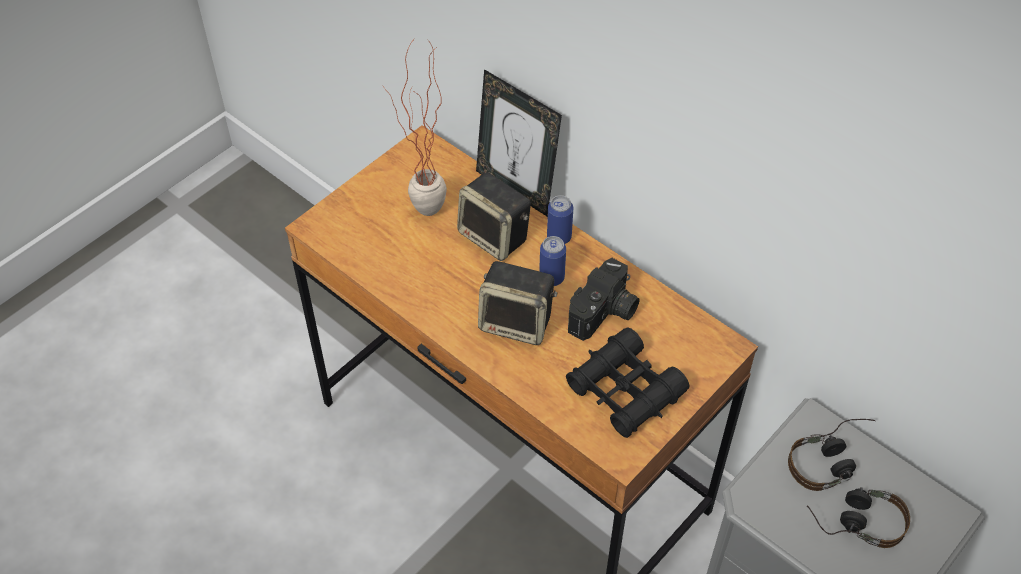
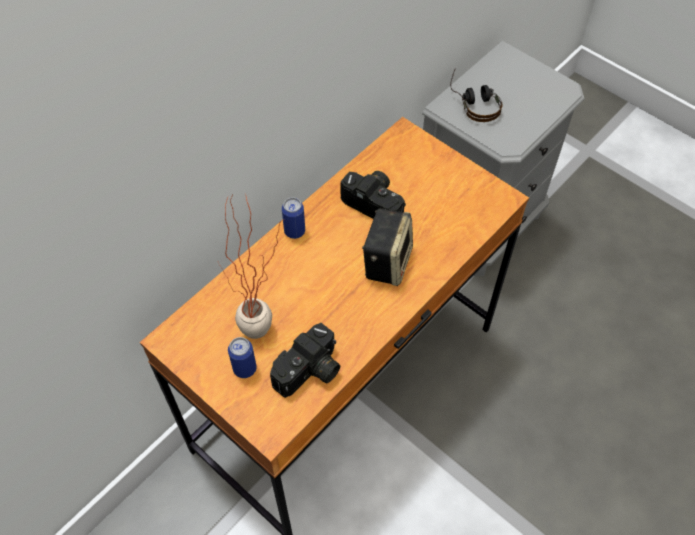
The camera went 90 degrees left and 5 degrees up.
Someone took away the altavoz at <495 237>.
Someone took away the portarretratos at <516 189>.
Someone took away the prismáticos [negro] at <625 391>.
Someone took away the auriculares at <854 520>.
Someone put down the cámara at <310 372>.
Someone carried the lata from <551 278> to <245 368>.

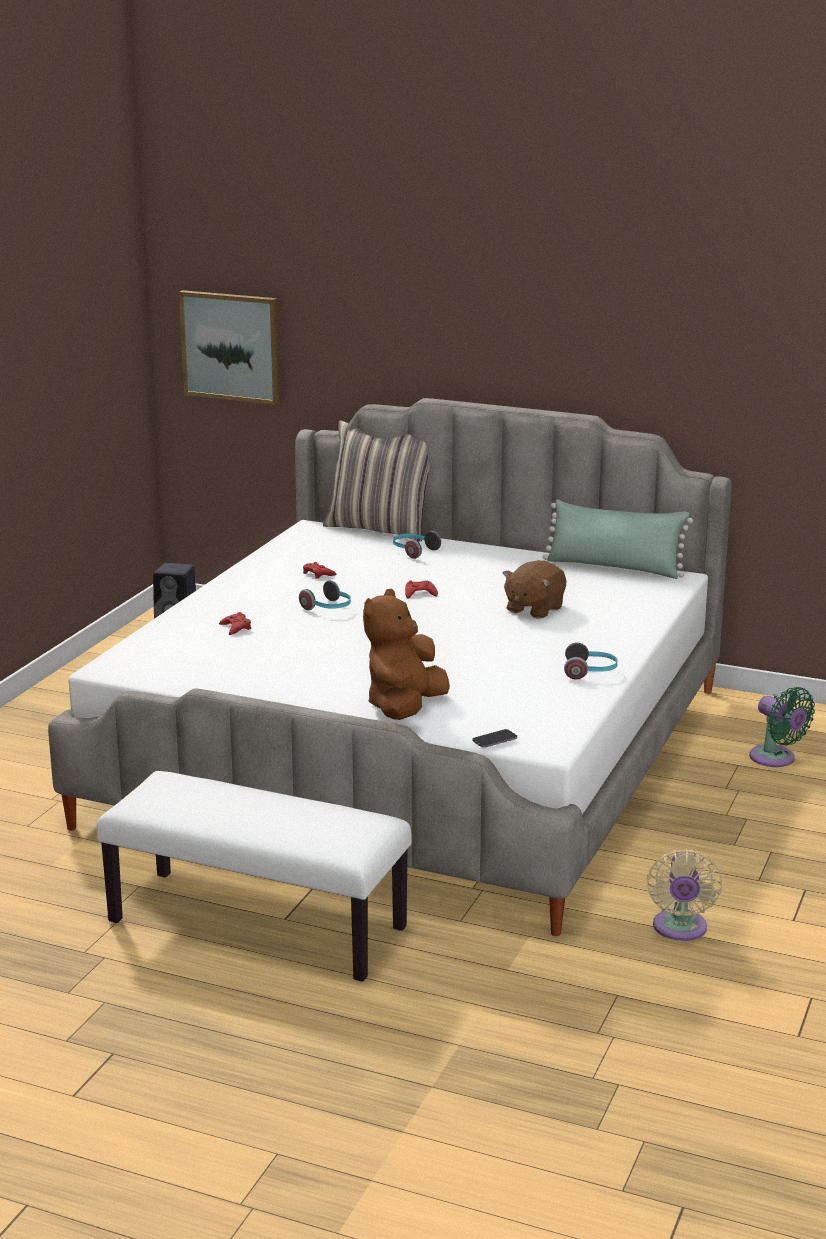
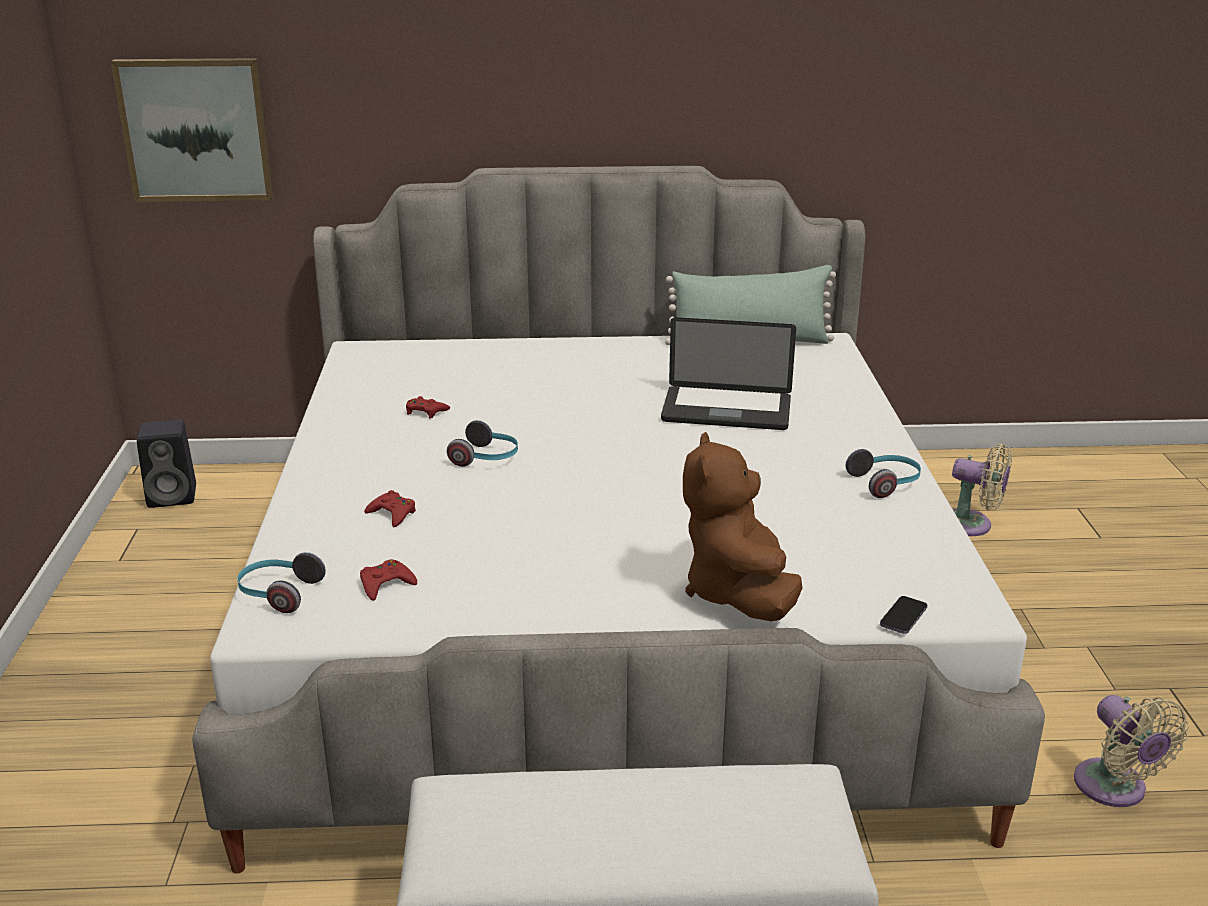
The camera went 25 degrees left and 5 degrees up.
Someone took away the cojín at <380 529>.
Someone carried the auriculares from <413 551> to <278 594>.
Someone carried the mando de consola [rojo] from <419 593> to <386 584>.
Someone swapped the peluche [marrón] at <533 609> for the portátil at <726 410>.
Someone repainted the ventilador [verde] at <776 759>, which became the ventilador [beis] at <971 525>.

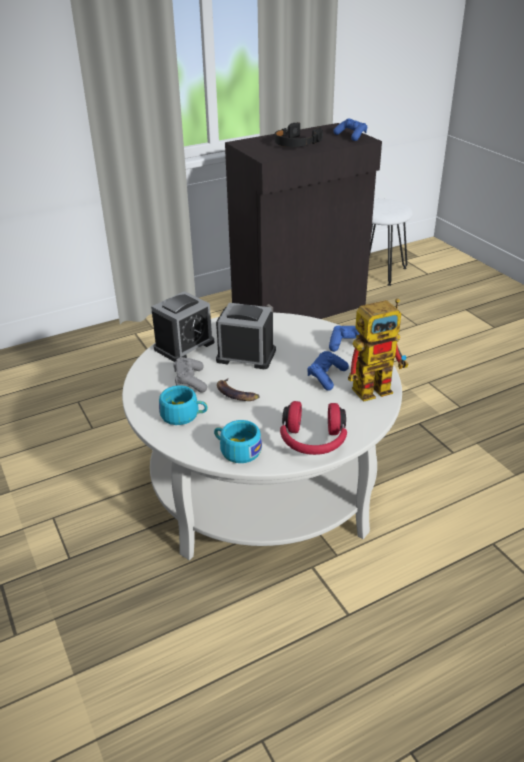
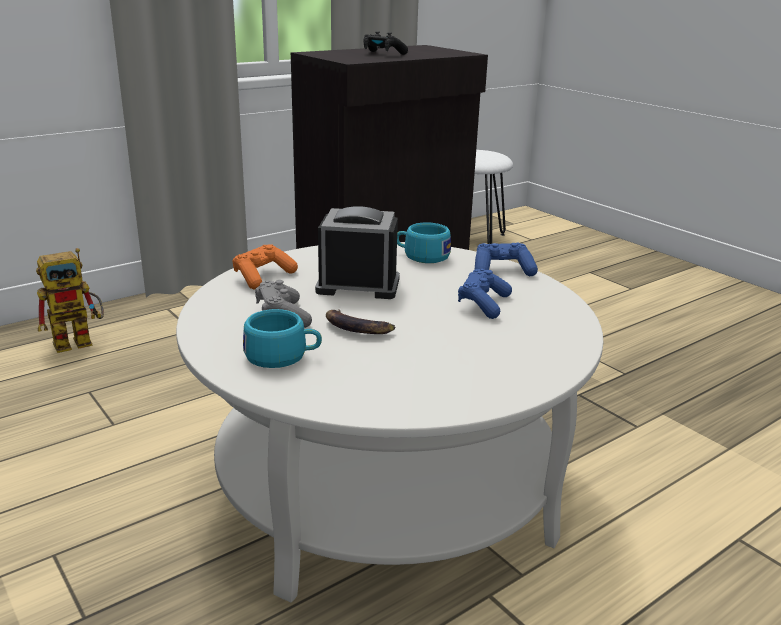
The camera went 10 degrees left and 10 degrees down.
Someone took away the auriculares [rojo] at <313 442>.
Someone took away the mando de consola [azul] at <351 136>.
Someone carried the taza [turquesa] from <236 450> to <421 256>.
Someone carried the robot de juguete from <377 386> to <81 340>.
Someone swapped the despertador at <184 345> for the mando de consola [naranja] at <263 277>.
Someone swapped the auriculares [negro] at <296 143> for the mando de consola [negro] at <382 54>.

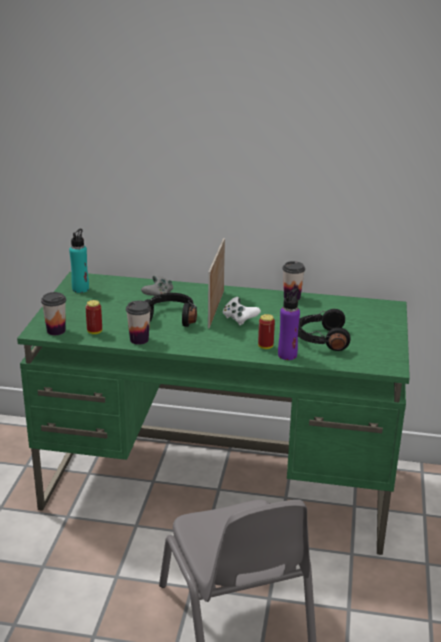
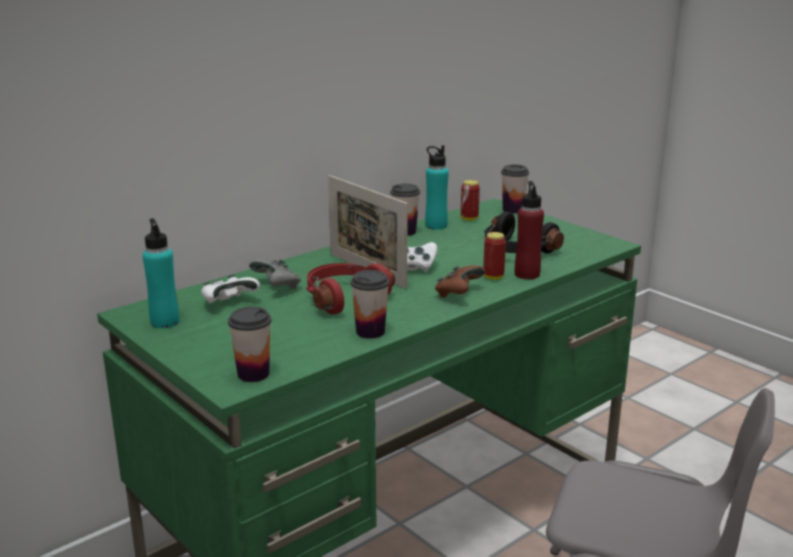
The camera went 50 degrees left and 5 degrees down.
Someone put down the mando de consola [blanco] at <229 303>.
Someone put down the botella [turquesa] at <436 225>.
Someone put down the mando de consola [marrón] at <458 294>.
Someone put down the taza at <513 210>.
Someone carried the lata from <94 332> to <469 219>.
Someone repainted the auriculares [negro] at <170 317>, which became the auriculares [rojo] at <343 297>.
Someone repainted the botella [morado] at <287 355>, which became the botella [rojo] at <527 274>.

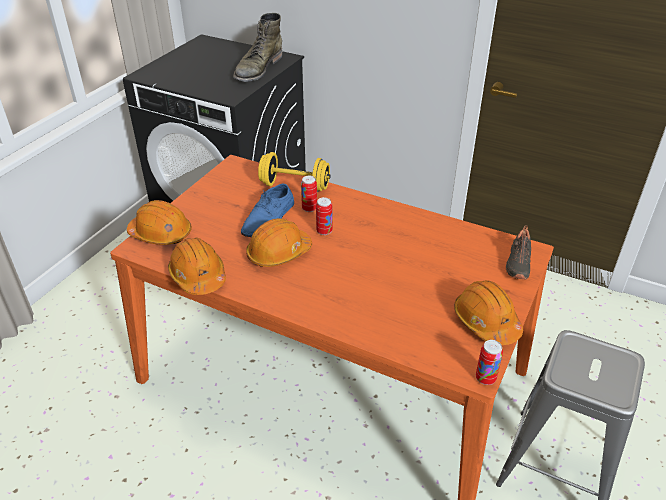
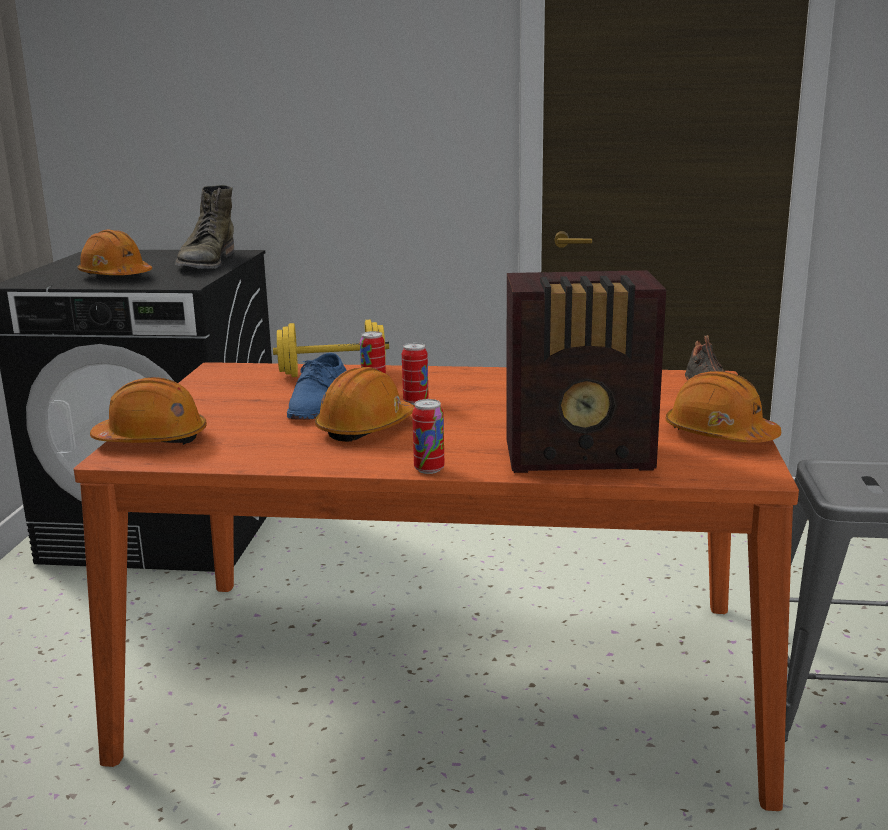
The camera went 20 degrees left and 20 degrees down.
Someone put down the radio at <582 456>.
Someone carried the casco [naranja] from <198 276> to <115 277>.
Someone carried the lata from <485 378> to <429 469>.

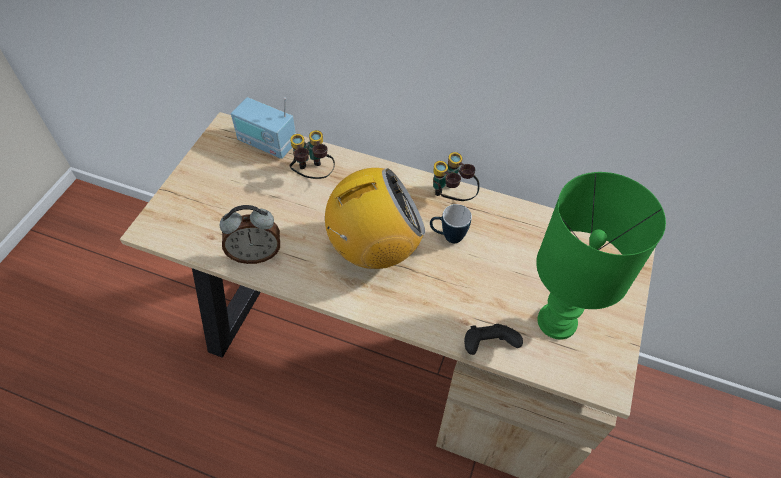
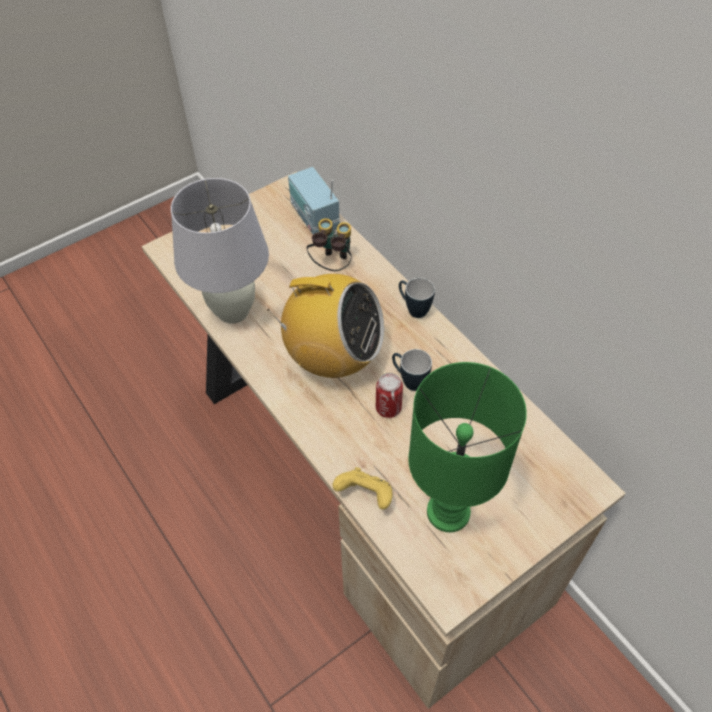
The camera went 35 degrees right and 0 degrees up.
Someone took away the prismáticos at <452 197>.
Someone put down the lata at <388 408>.
Someone put down the taza grande at <413 309>.
Someone swapped the despertador at <255 254> for the lámpara de mesa [blanco] at <233 311>.
Someone repainted the mando de consola [negro] at <487 346>, which became the mando de consola [amarillo] at <365 495>.

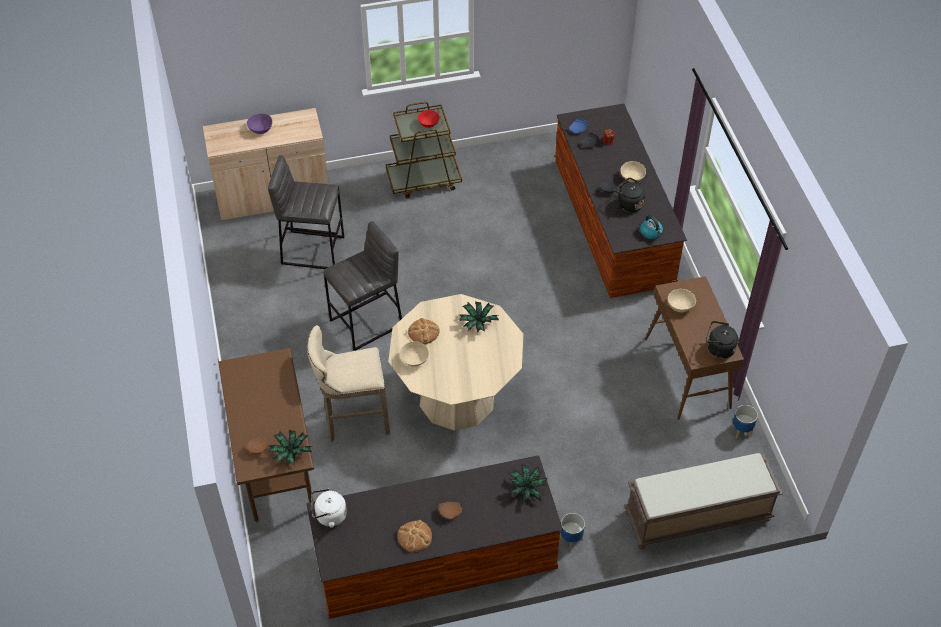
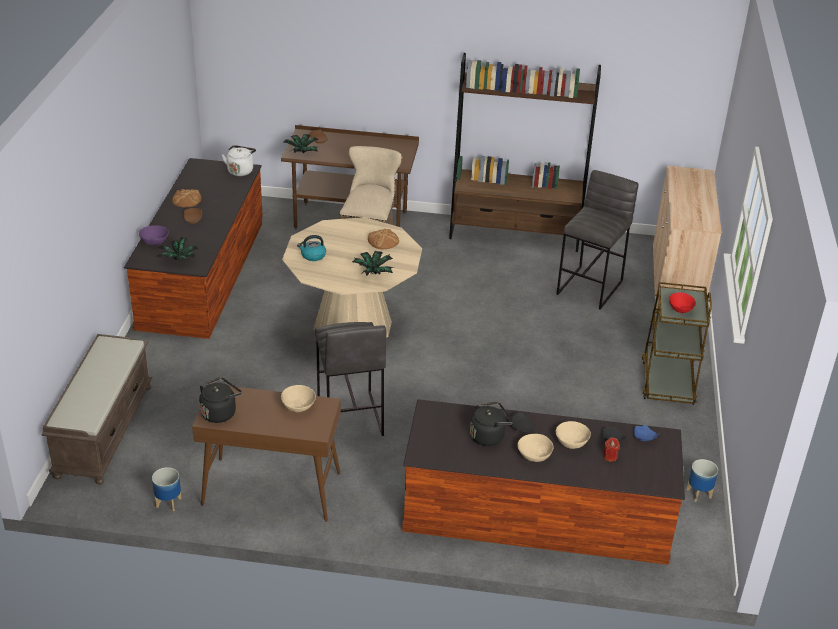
The camera went 110 degrees right and 15 degrees down.
Someone put down the estantería [marrón] at <515 234>.
Someone carried the cuenco [morado] from <260 129> to <154 241>.
Someone carried the taburete [gris] from <367 323> to <349 417>.
Someone carried the cuenco [beis] from <414 359> to <571 442>.
Someone carried the maceta from <571 538> to <699 494>.
Someone carried the hervidor from <651 232> to <313 256>.

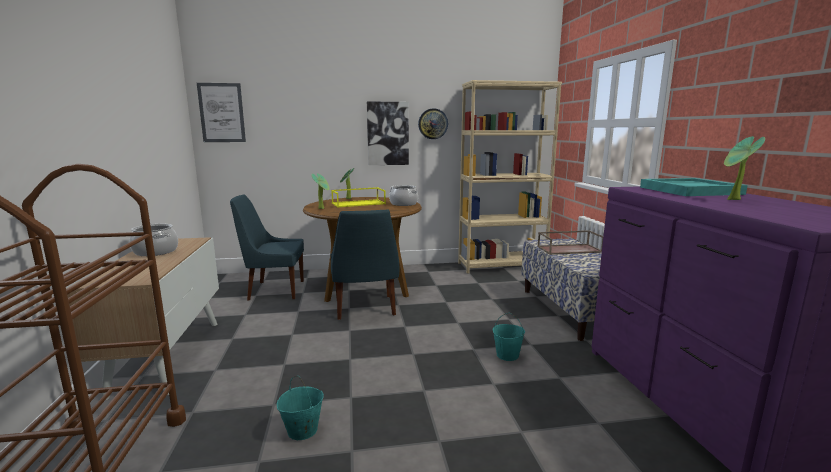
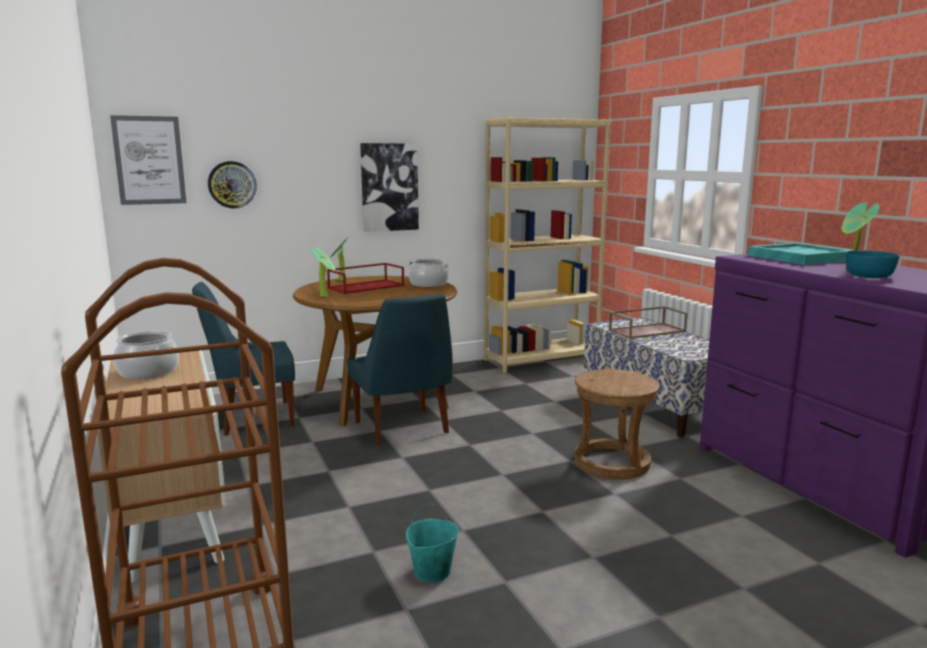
The camera went 15 degrees left and 0 degrees up.
Someone put down the cuenco [turquesa] at <869 276>.
Someone carried the reloj de pared from <433 124> to <232 184>.
Someone swapped the cubo [turquesa] at <507 355> for the taburete [marrón] at <612 462>.
Someone repainted the bandeja [amarillo] at <359 203>, which became the bandeja [rojo] at <366 286>.

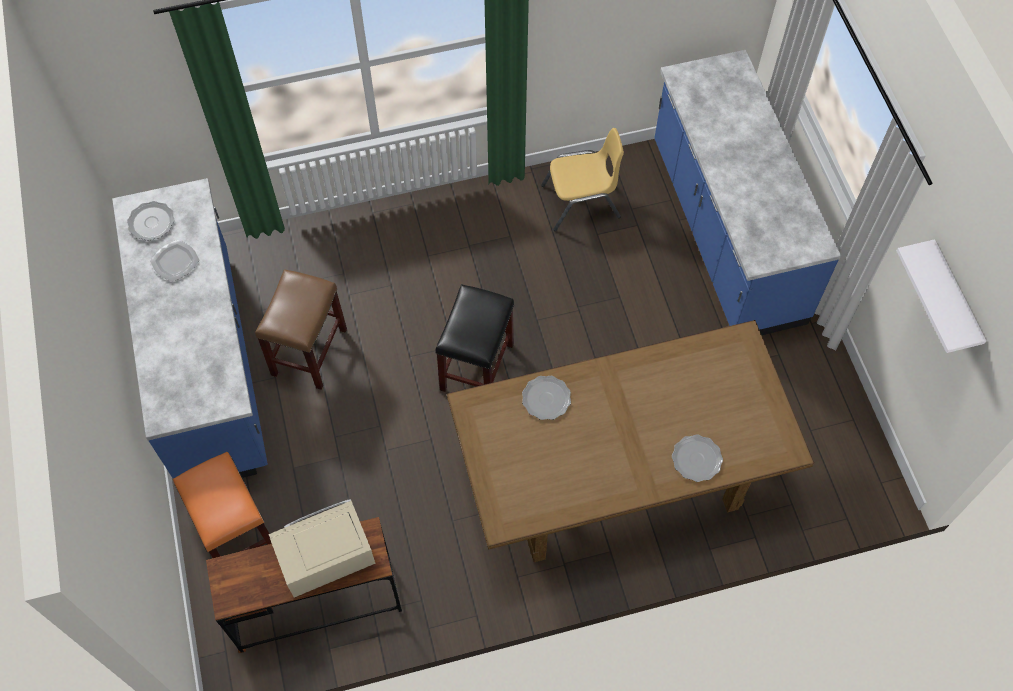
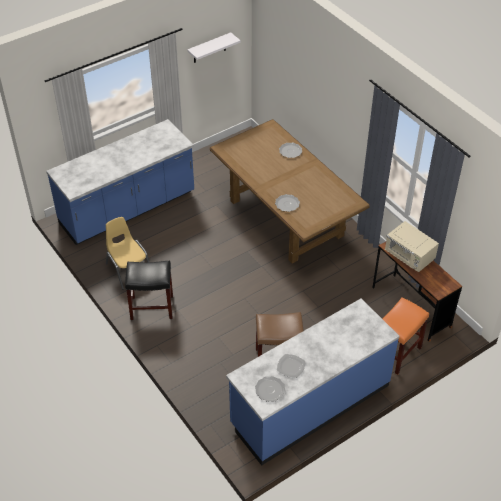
The camera went 110 degrees left and 15 degrees down.
Someone carried the taburete [negro] from <476 366> to <151 307>.

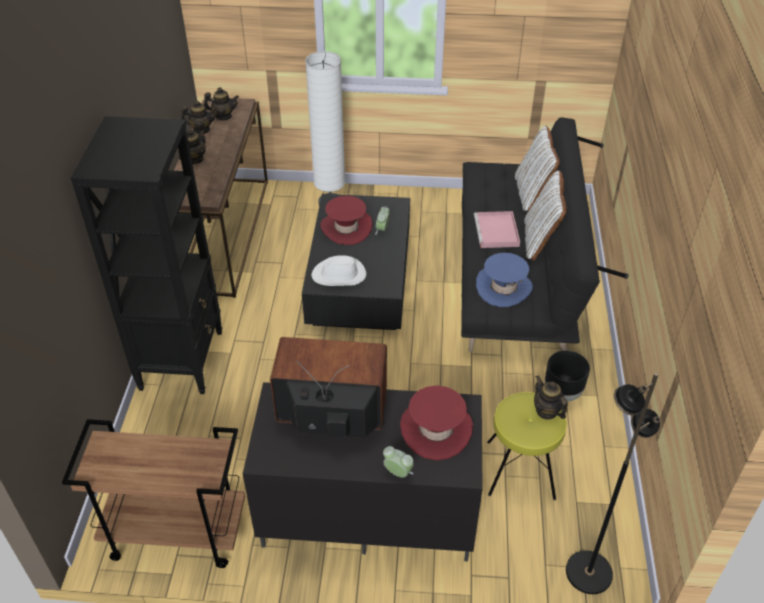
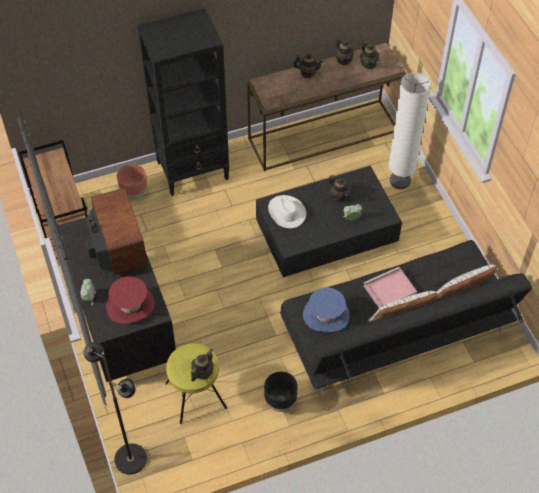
The camera went 65 degrees right and 10 degrees up.
Someone put down the maceta [marrón] at <134 193>.
Someone swapped the sombrero [rojo] at <346 228> for the tetera at <339 196>.

